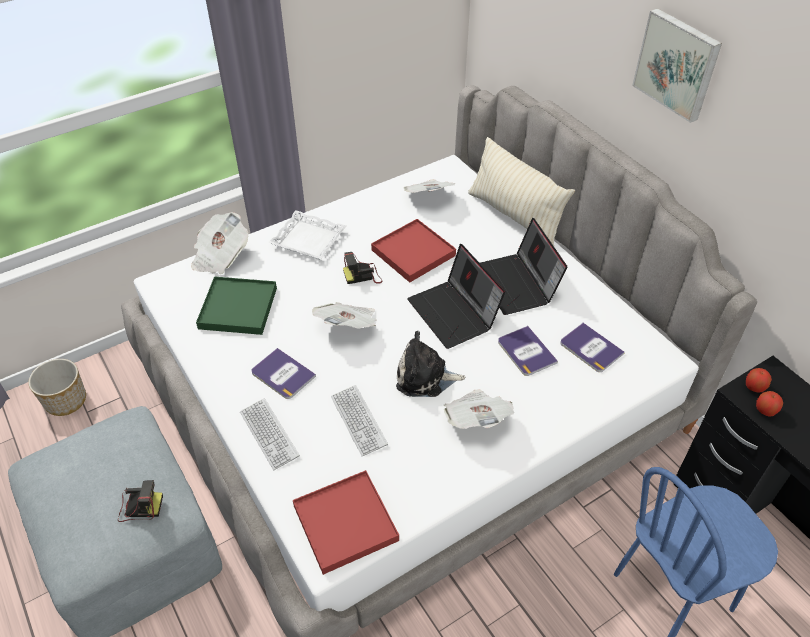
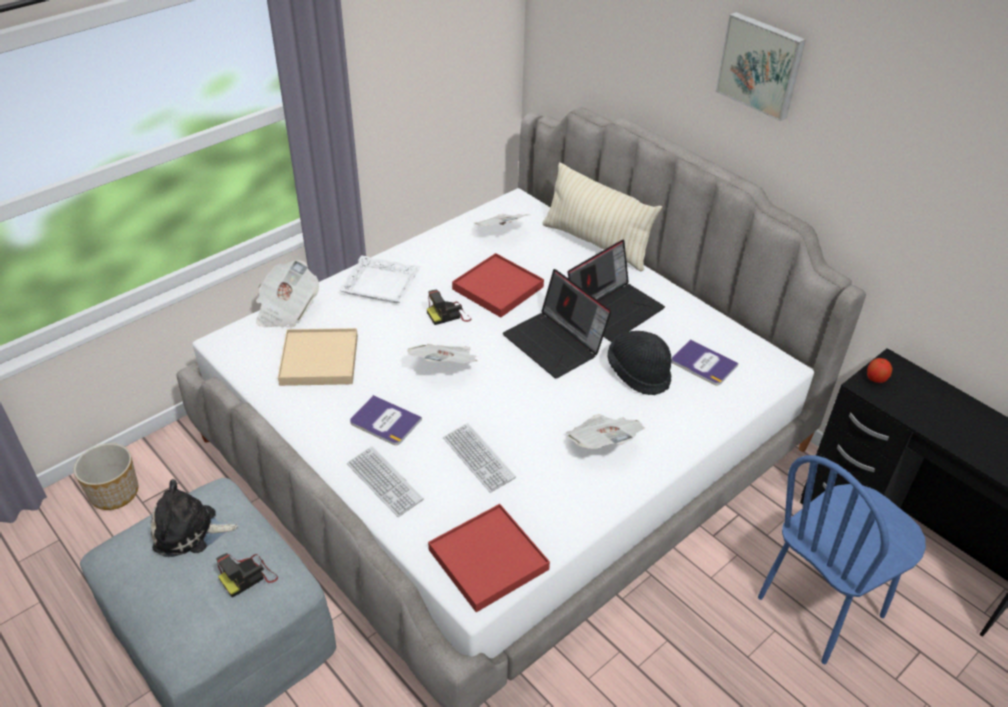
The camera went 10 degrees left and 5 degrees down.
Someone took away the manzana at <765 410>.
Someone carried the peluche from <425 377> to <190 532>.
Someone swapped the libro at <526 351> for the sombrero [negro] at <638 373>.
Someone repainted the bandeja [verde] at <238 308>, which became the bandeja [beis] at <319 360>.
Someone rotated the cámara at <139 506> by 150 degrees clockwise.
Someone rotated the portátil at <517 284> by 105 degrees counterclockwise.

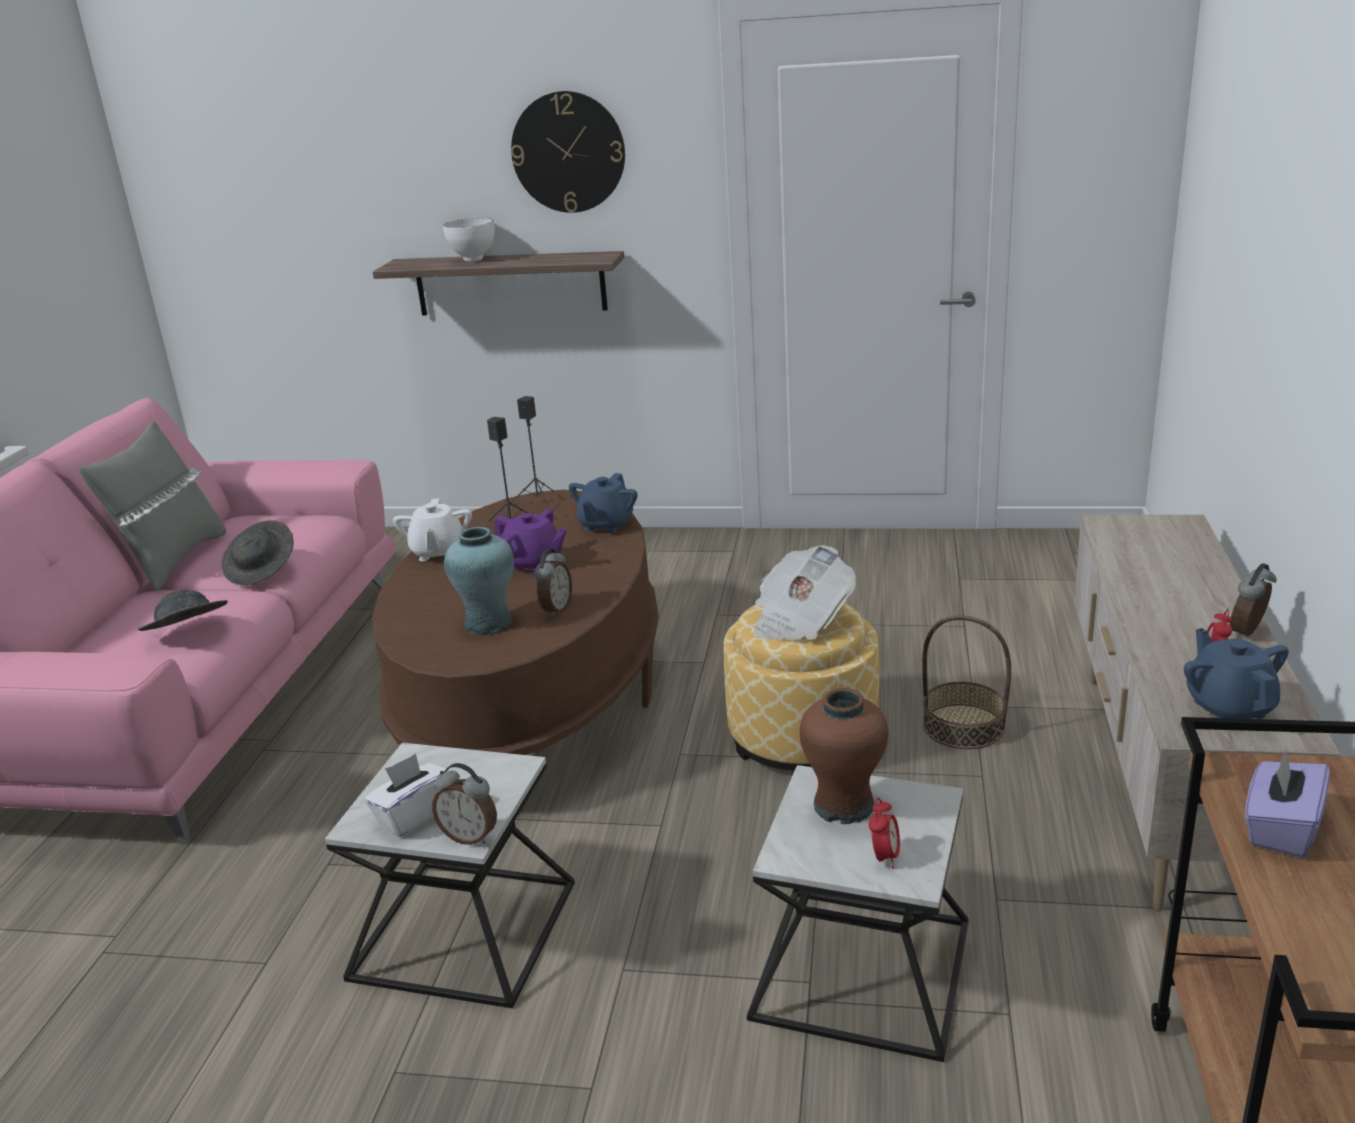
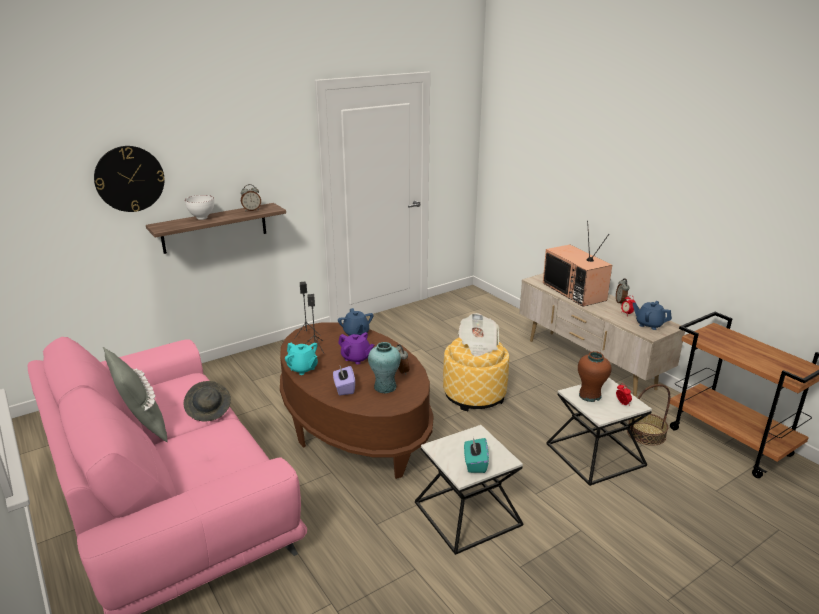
The camera went 45 degrees left and 0 degrees up.
Someone took away the sombrero [gris] at <188 634>.
Someone put down the televisor at <575 291>.
Someone carried the despertador from <470 837> to <251 210>.
Someone carried the reloj de pared from <568 152> to <129 179>.
Someone carried the cesta from <963 726> to <646 434>.
Someone carried the caja de pañuelos [morado] from <1280 829> to <344 388>.
Someone repainted the caja de pañuelos [blanco] at <414 815>, which became the caja de pañuelos [turquesa] at <475 464>.
Someone repainted the tetera [blanco] at <438 552>, which became the tetera [turquesa] at <302 369>.
Someone rotated the tetera [morado] at <533 564> by 45 degrees clockwise.

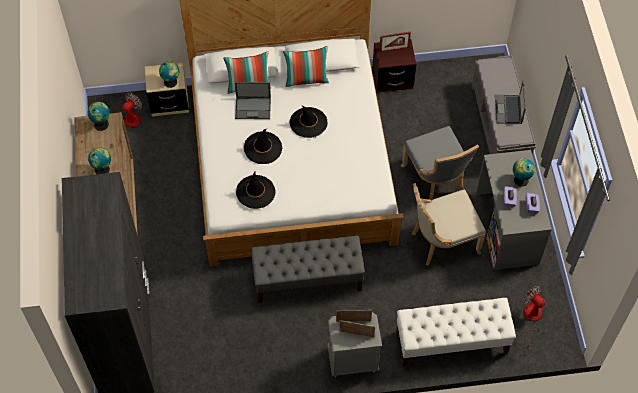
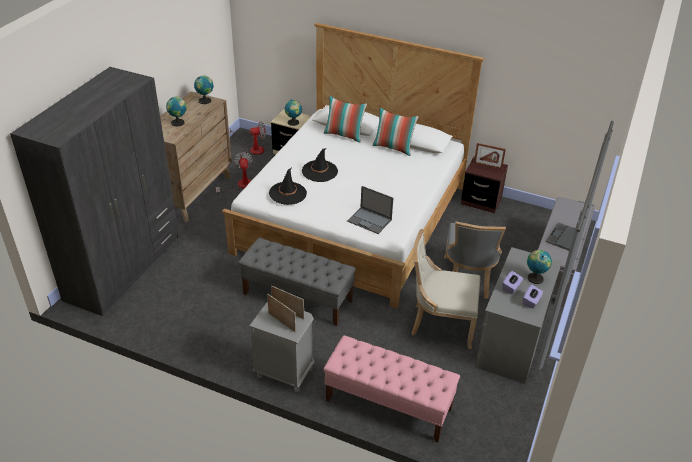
The camera went 30 degrees right and 20 degrees down.
Someone took away the sombrero [negro] at <308 122>.
Someone carried the portátil from <253 108> to <370 220>.
Someone carried the ventilador from <531 319> to <240 186>.
Someone repainted the banco [blanco] at <451 342>, which became the banco [rosa] at <388 404>.

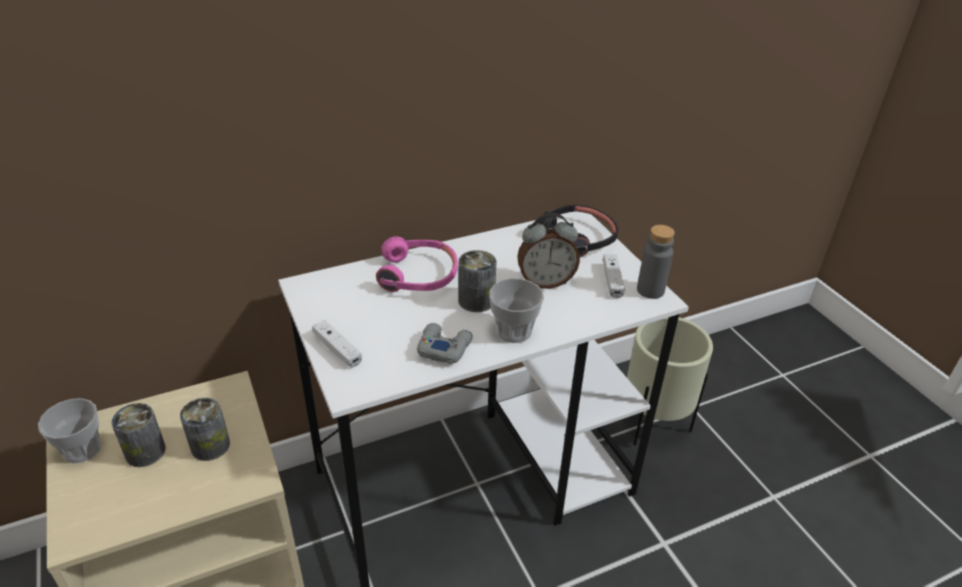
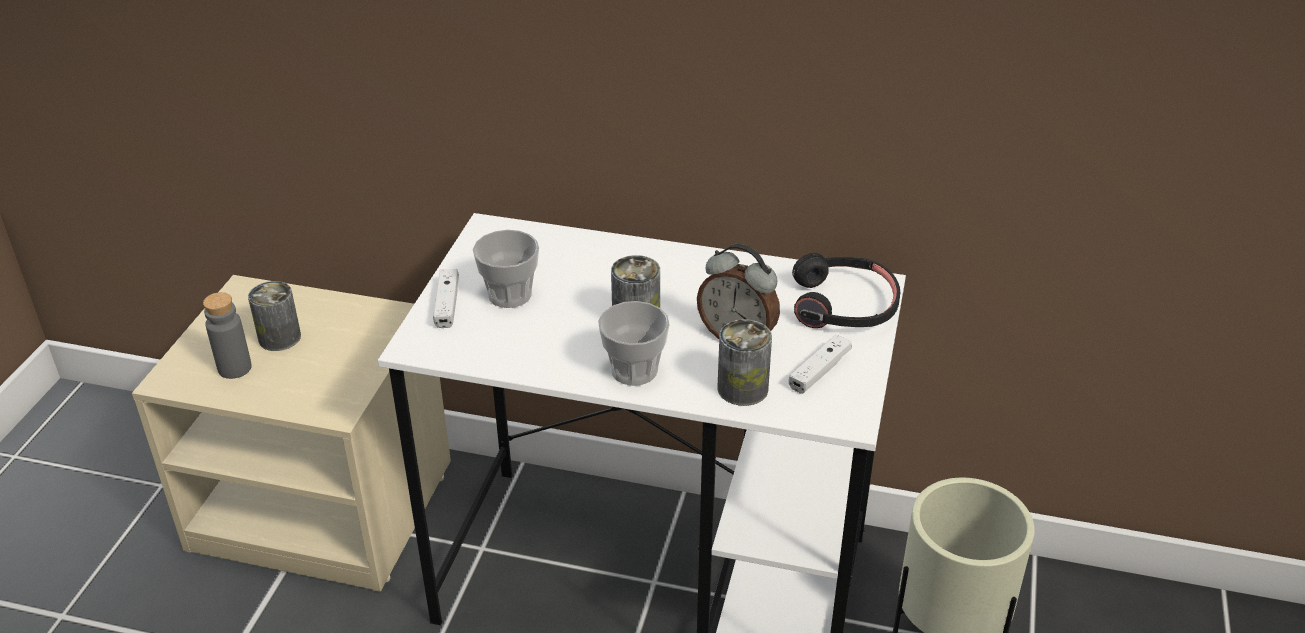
The camera went 40 degrees right and 0 degrees up.
Someone took away the auriculares [rosa] at <418 275>.
Someone took away the mando de consola [gris] at <444 347>.
Someone carried the taza from <82 449> to <509 295>.
Someone carried the lata from <210 446> to <742 388>.
Someone carried the botella [gris] from <650 290> to <234 368>.

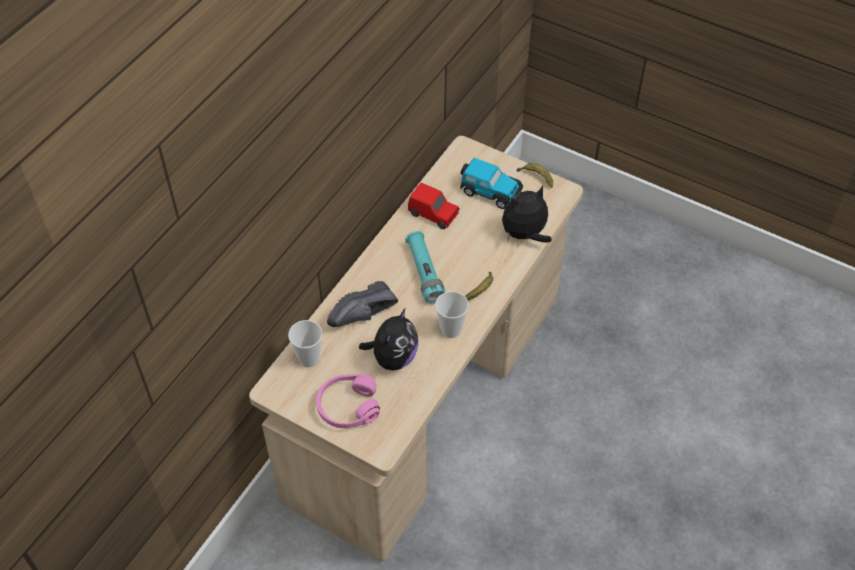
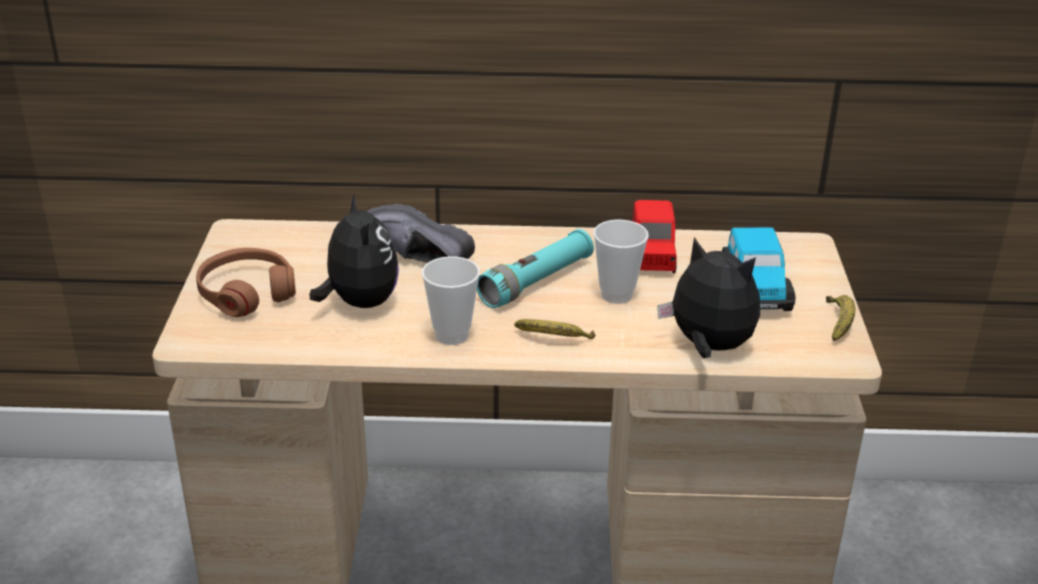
The camera went 60 degrees right and 20 degrees down.
Someone carried the taza from <309 359> to <616 295>.
Someone repainted the auriculares [rosa] at <348 406>, which became the auriculares [marrón] at <246 293>.
Someone rotated the peluche at <393 358> by 105 degrees counterclockwise.

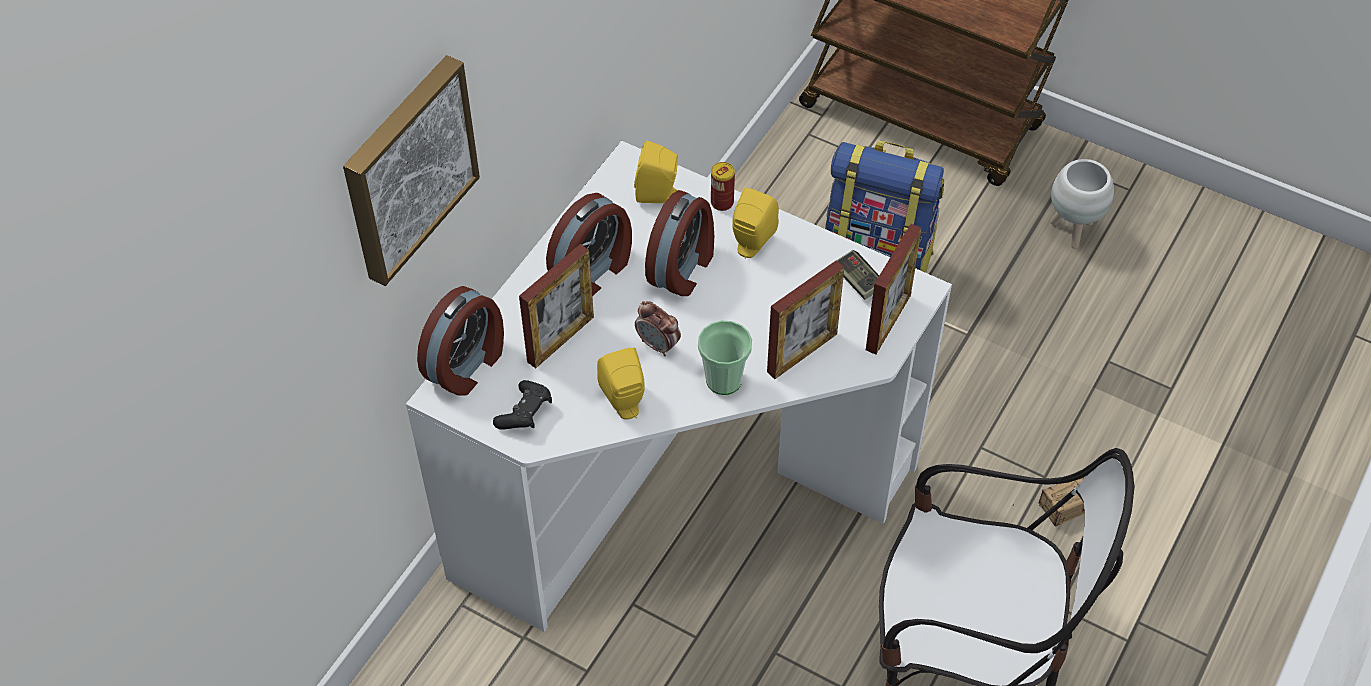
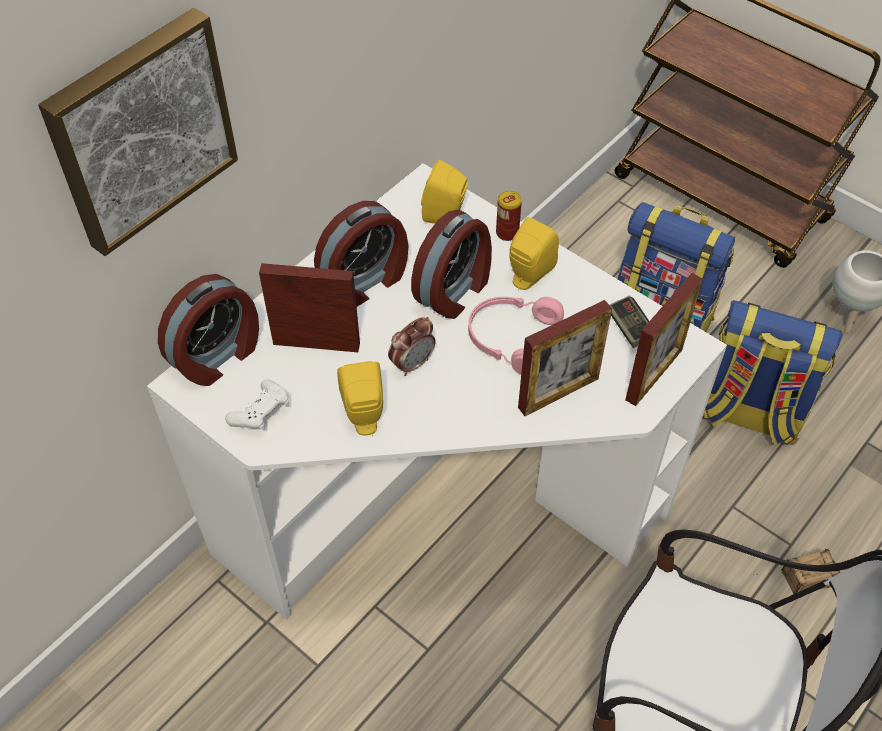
The camera went 10 degrees right and 0 degrees up.
Someone took away the taza at <724 380>.
Someone put down the auriculares [rosa] at <510 339>.
Someone put down the mochila at <748 413>.
Someone repainted the mando de consola [negro] at <525 414>, which became the mando de consola [blanco] at <261 414>.
Someone rotated the portarretratos at <560 339> by 135 degrees counterclockwise.
Someone rotated the despertador at <658 345> by 90 degrees counterclockwise.

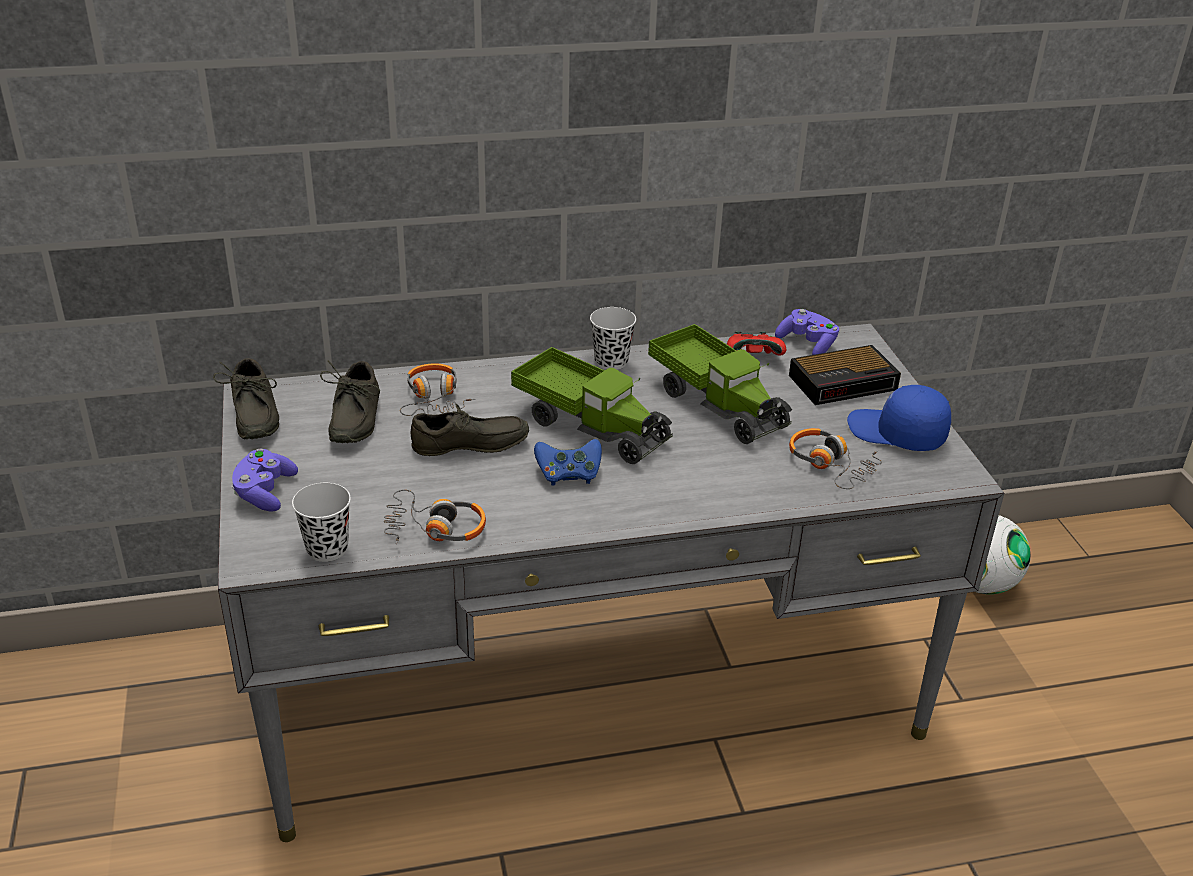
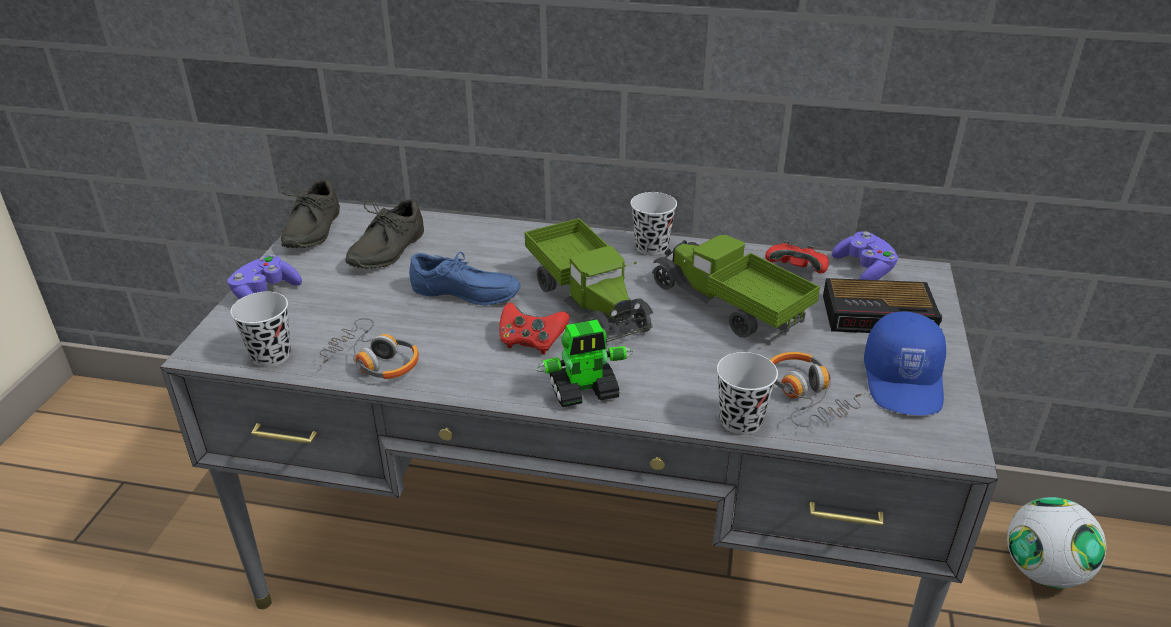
The camera went 25 degrees right and 0 degrees up.
Someone took away the auriculares at <433 399>.
Someone put down the robot de juguete at <585 391>.
Someone put down the taza [negro] at <740 421>.
Someone repainted the zapato [gris] at <471 447>, which became the zapato [azul] at <464 295>.
Someone repainted the mando de consola [azul] at <568 475>, which became the mando de consola [rojo] at <531 341>.
Someone rotated the camión de juguete at <717 403> by 150 degrees clockwise.
Someone rotated the gorra [azul] at <896 434> by 135 degrees counterclockwise.

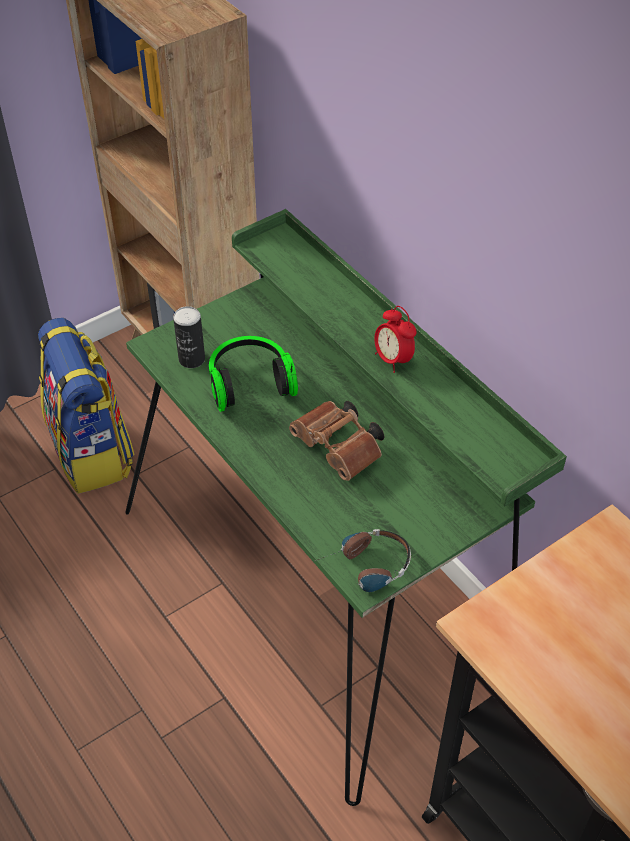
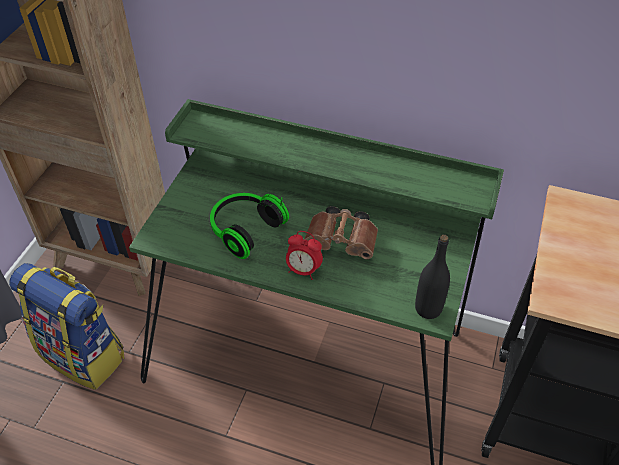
The camera went 35 degrees left and 0 degrees up.
Someone took away the lata at <191 359>.
Someone carried the despertador from <393 360> to <303 270>.
Someone swapped the auriculares at <364 569> for the botella [negro] at <428 309>.

